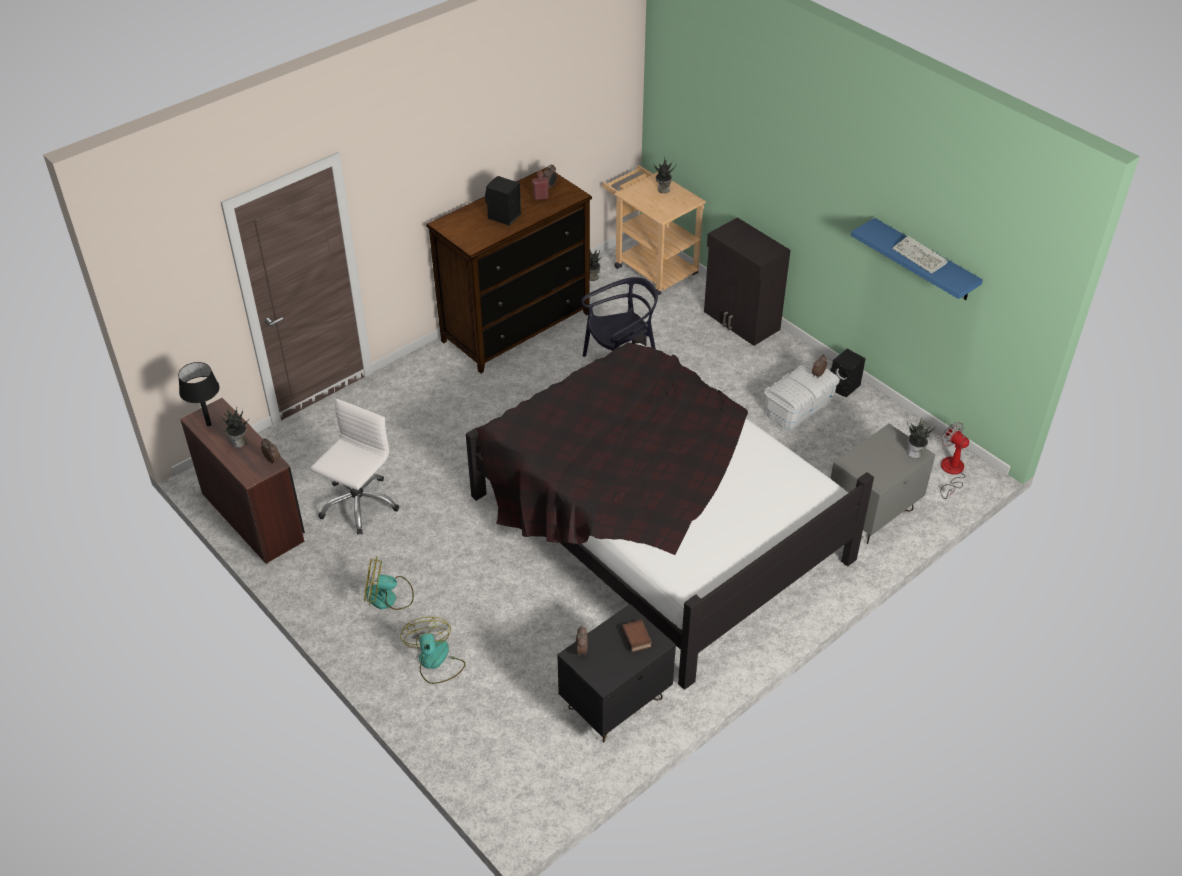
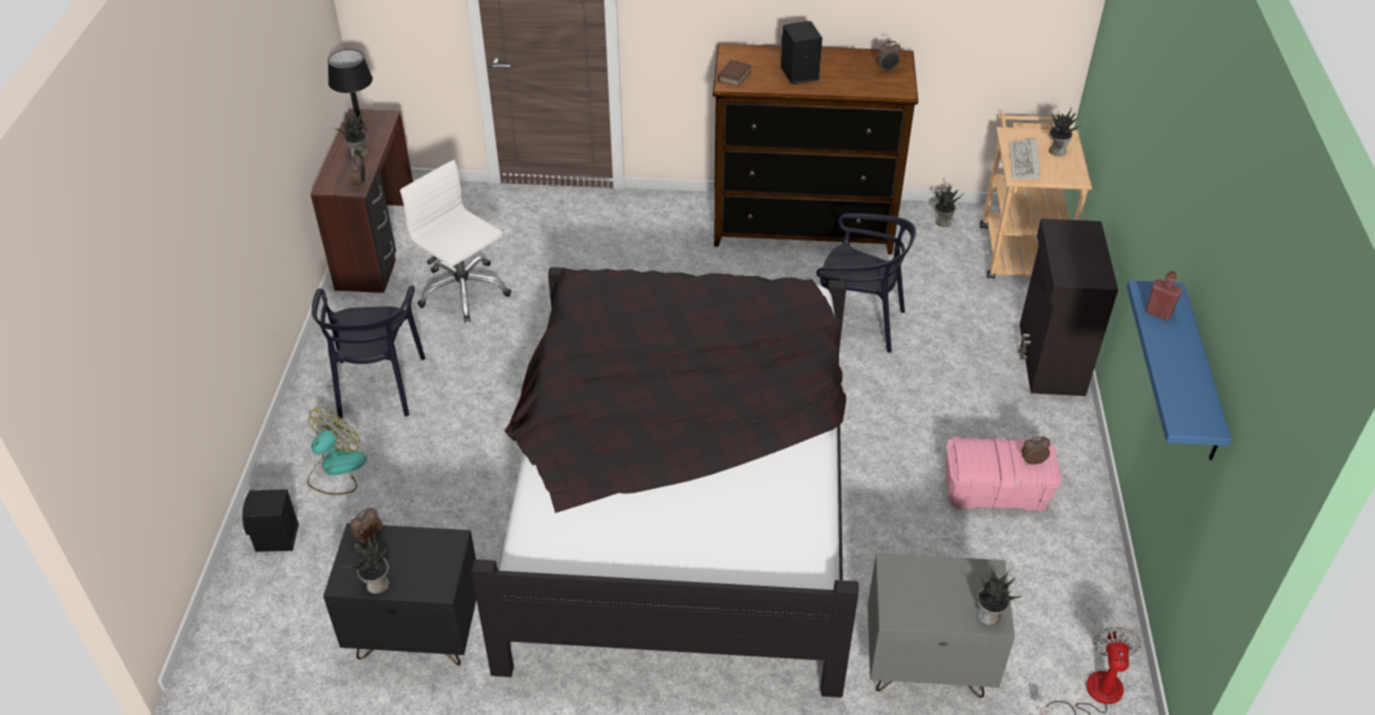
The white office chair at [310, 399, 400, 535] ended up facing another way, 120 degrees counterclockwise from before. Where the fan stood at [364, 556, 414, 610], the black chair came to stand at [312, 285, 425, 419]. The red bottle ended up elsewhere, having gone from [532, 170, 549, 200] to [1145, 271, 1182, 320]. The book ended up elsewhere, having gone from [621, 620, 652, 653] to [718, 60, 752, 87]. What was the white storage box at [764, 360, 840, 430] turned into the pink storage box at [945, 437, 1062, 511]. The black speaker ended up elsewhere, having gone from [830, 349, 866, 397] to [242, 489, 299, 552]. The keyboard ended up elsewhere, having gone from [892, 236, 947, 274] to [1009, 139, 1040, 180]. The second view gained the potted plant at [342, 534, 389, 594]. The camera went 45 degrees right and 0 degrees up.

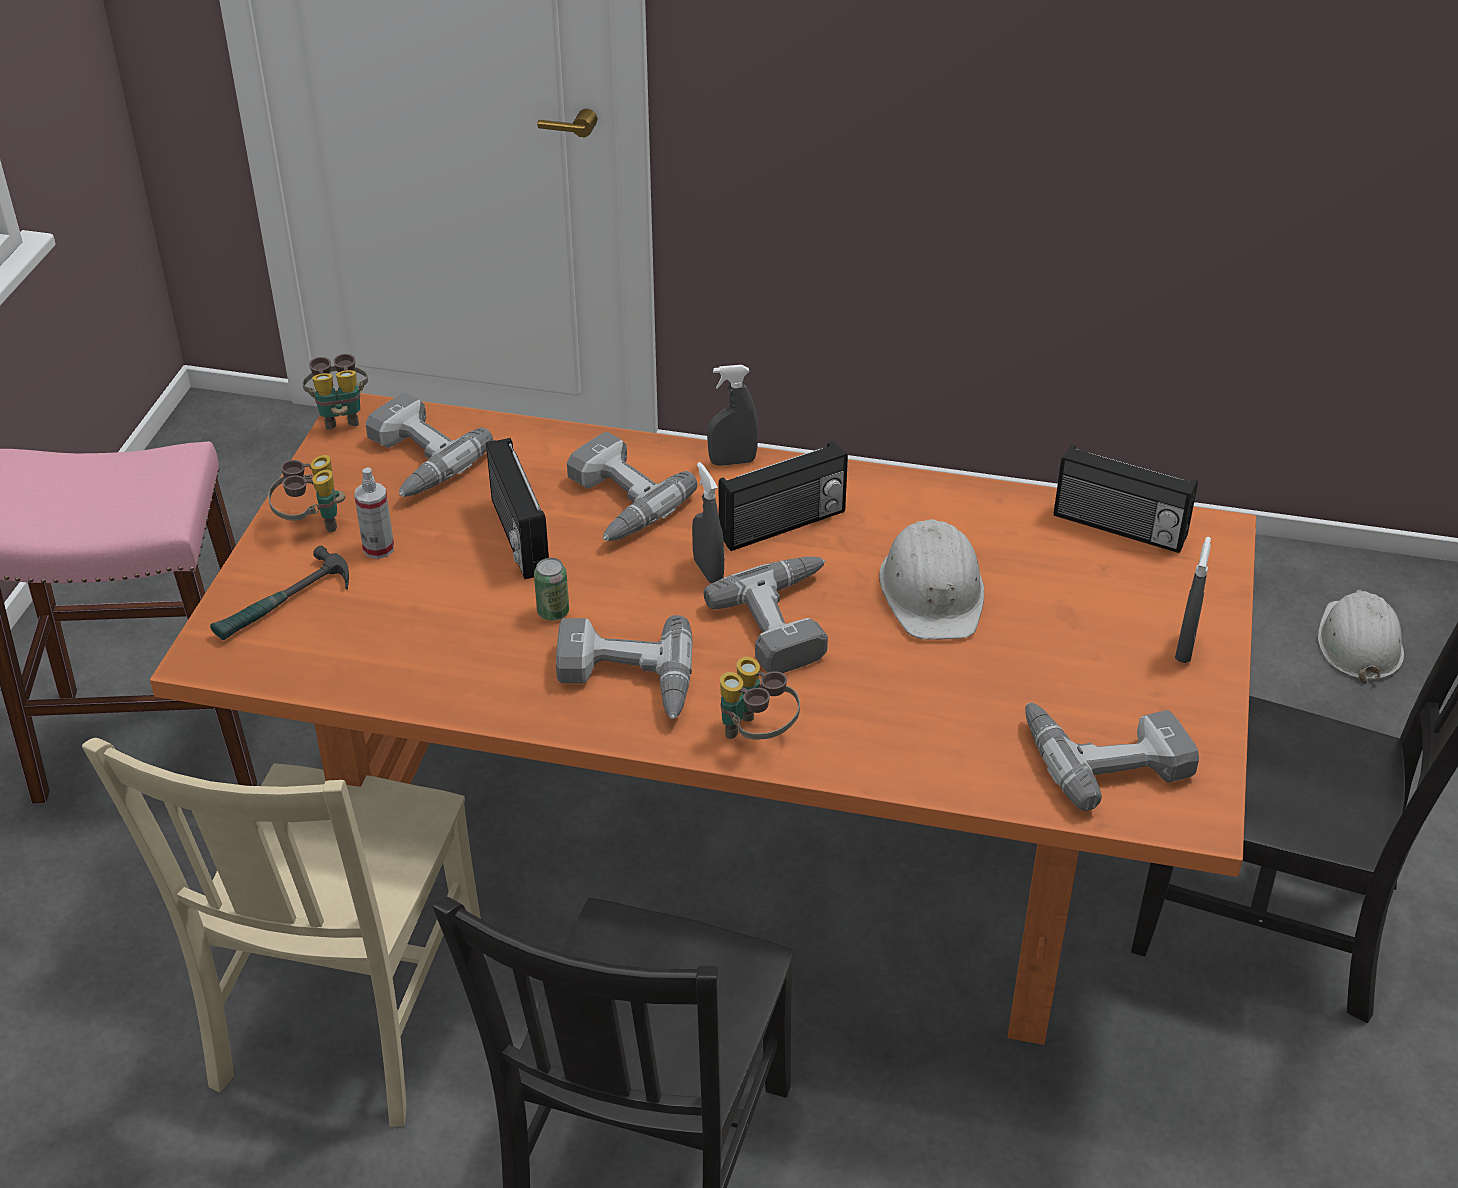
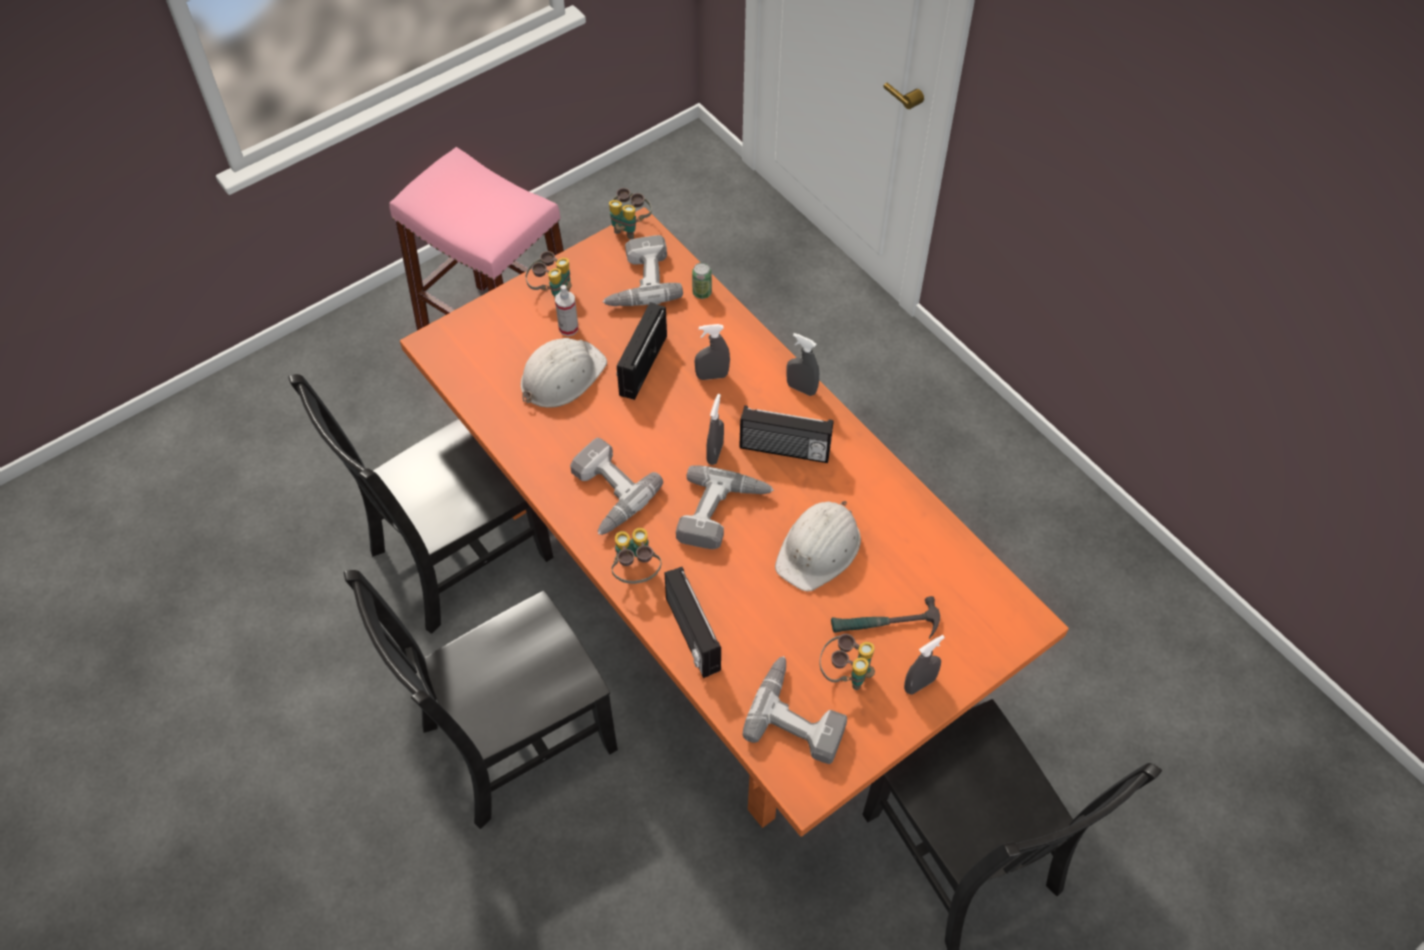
What was the beige chair at [82, 738, 481, 1127] turned into the black chair at [288, 374, 553, 634]. The hammer ended up elsewhere, having gone from [210, 546, 349, 640] to [831, 596, 940, 639]. The can ended up elsewhere, having gone from [534, 558, 569, 621] to [692, 263, 712, 299]. Where the power drill stood at [567, 432, 697, 541], the grey spray bottle came to stand at [695, 324, 730, 380]. The radio ended up elsewhere, having gone from [1054, 444, 1198, 553] to [665, 567, 721, 678]. The white hard hat ended up elsewhere, having gone from [1318, 590, 1404, 684] to [521, 338, 607, 408]. The second view gained the binoculars at [819, 634, 875, 690]. The camera went 40 degrees right and 15 degrees up.

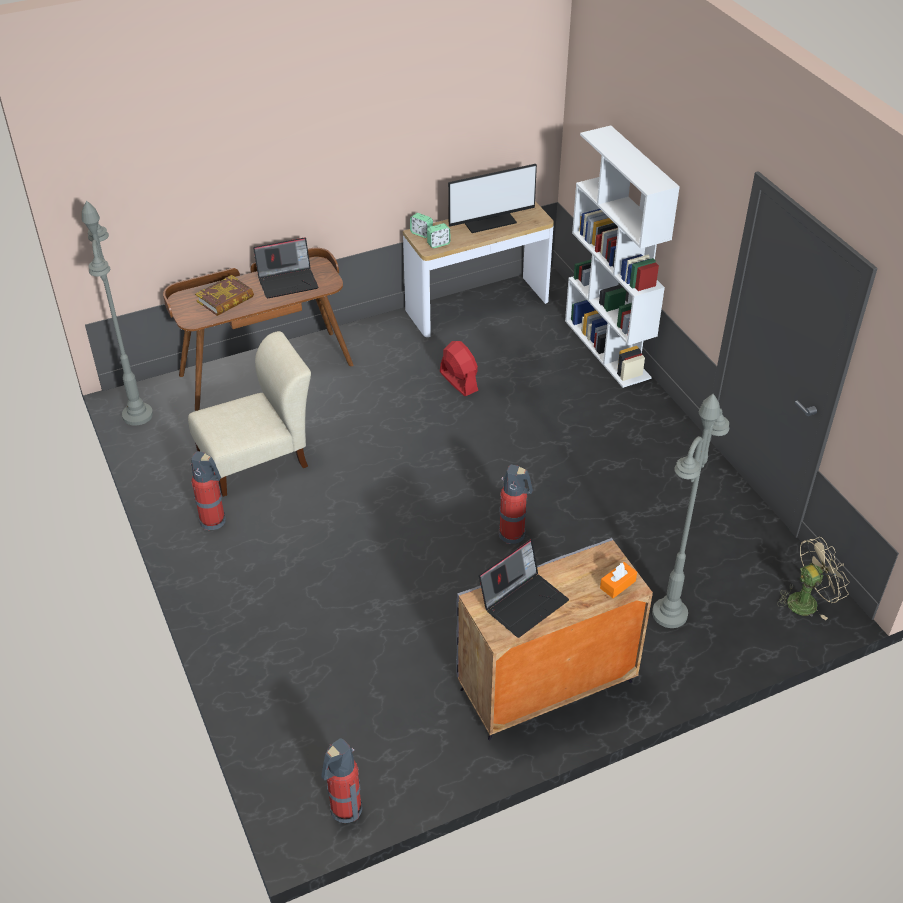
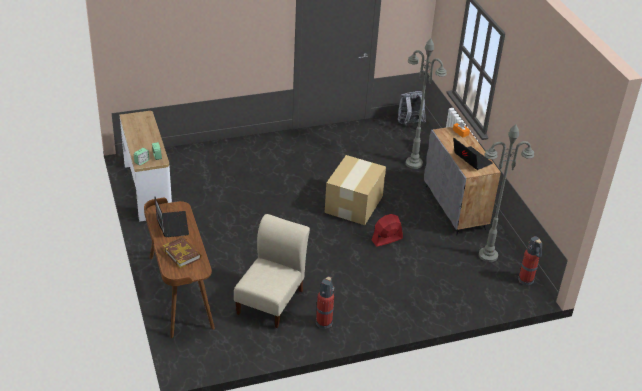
The grey floor lamp ended up elsewhere, having gone from [82, 201, 153, 426] to [479, 124, 534, 262]. The beige chair at [188, 331, 311, 497] ended up facing another way, 45 degrees clockwise from before. The red fan ended up elsewhere, having gone from [440, 341, 478, 396] to [372, 214, 403, 247]. The second view lost the monitor at [448, 164, 537, 233]. Where the fire extinguisher stood at [499, 465, 533, 544], the cardboard box came to stand at [325, 155, 386, 225]. The second view lost the white bookcase at [565, 125, 680, 388]. Where the beige fan stood at [777, 537, 850, 620], the grey backpack came to stand at [398, 91, 426, 125]. The camera went 85 degrees left and 5 degrees down.

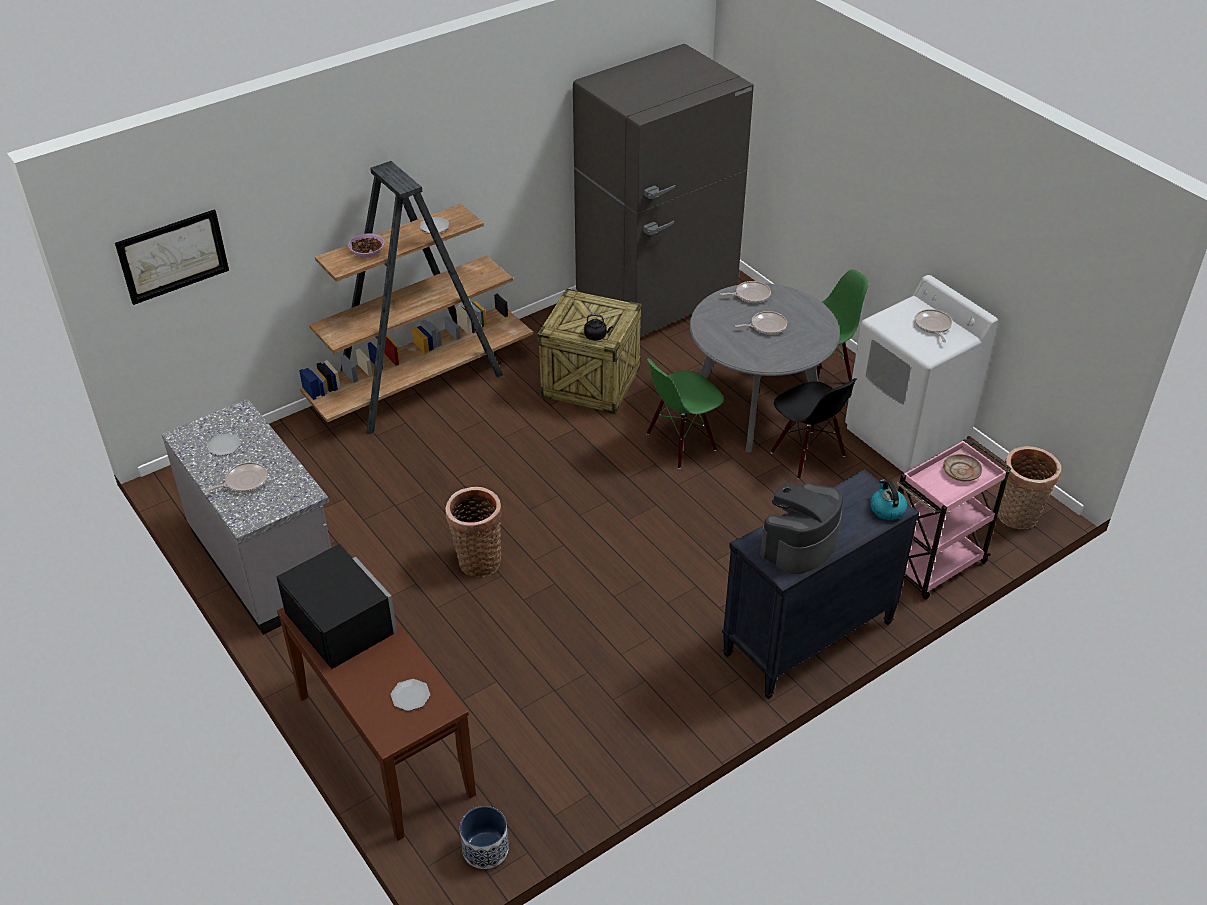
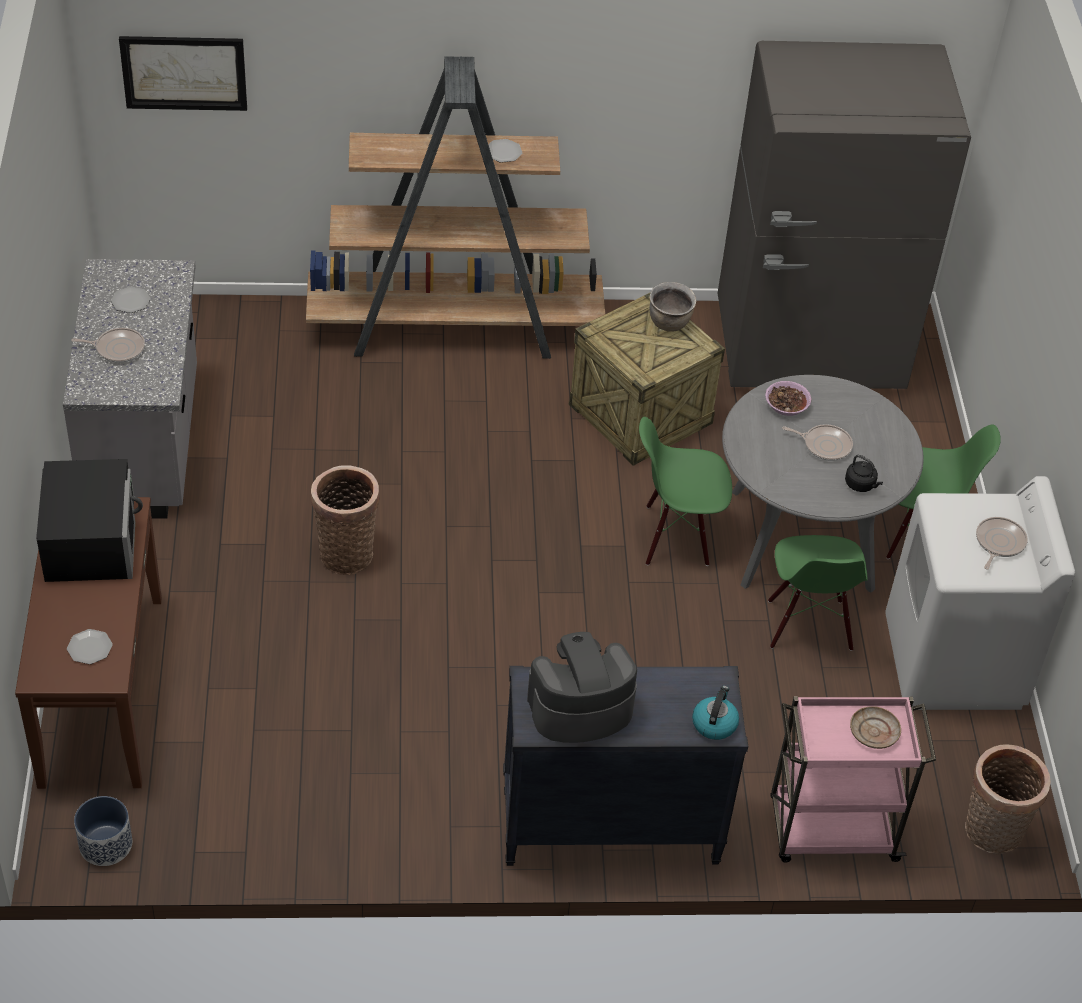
The bowl ended up elsewhere, having gone from [348, 234, 385, 257] to [765, 381, 812, 416]. The black kettle ended up elsewhere, having gone from [584, 314, 613, 341] to [845, 455, 883, 492]. The second view lost the frying pan at [720, 281, 771, 303]. What was the black chair at [771, 378, 857, 479] turned into the green chair at [768, 535, 868, 651]. The second view gained the brown cooking pot at [649, 282, 696, 332]. The camera went 30 degrees right and 5 degrees up.

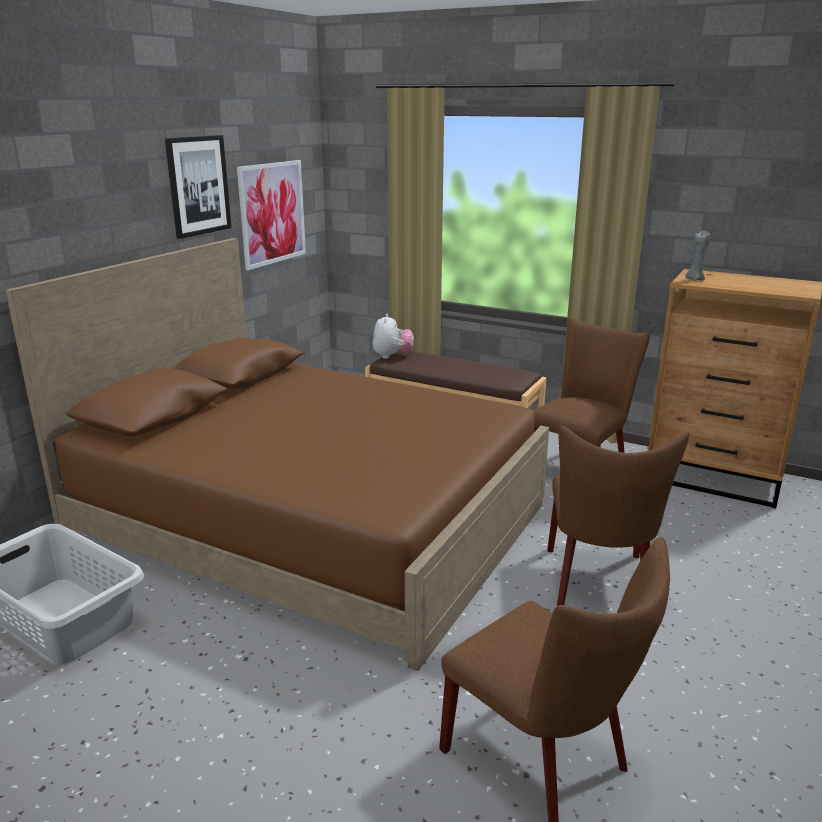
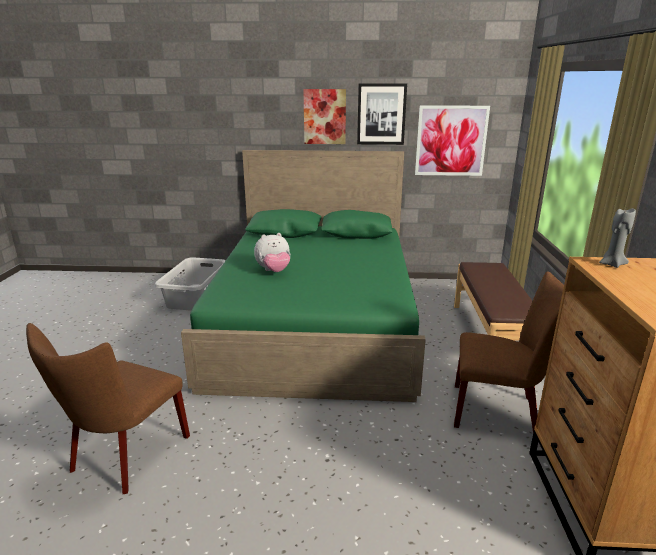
What was the brown bed at [5, 238, 549, 671] turned into the green bed at [181, 150, 426, 402]. The plush toy ended up elsewhere, having gone from [373, 314, 414, 359] to [254, 233, 290, 272]. The second view lost the brown chair at [547, 425, 689, 606]. The second view gained the picture at [303, 89, 346, 144]. The camera went 65 degrees right and 0 degrees up.

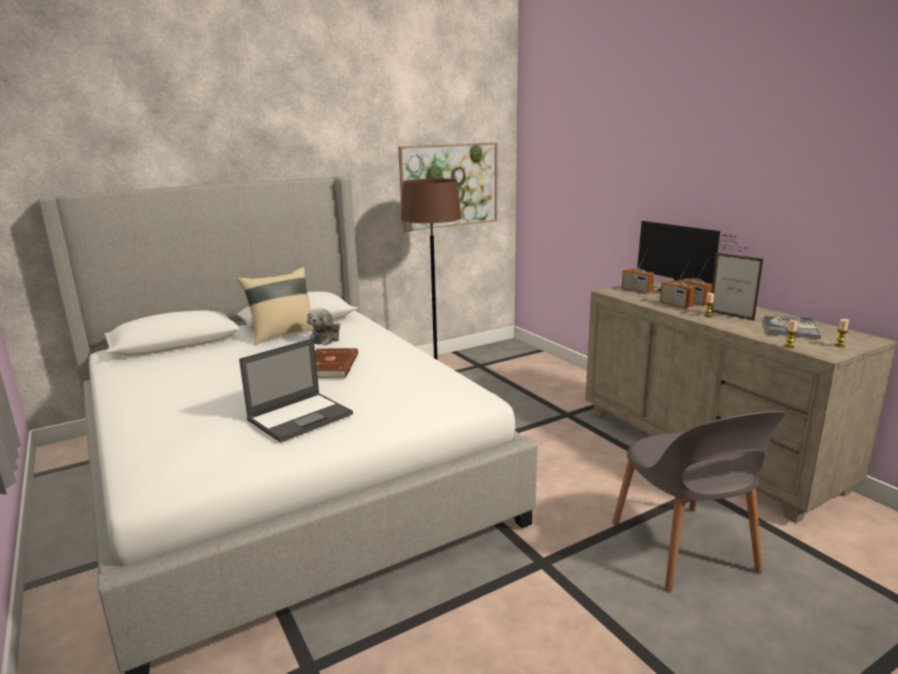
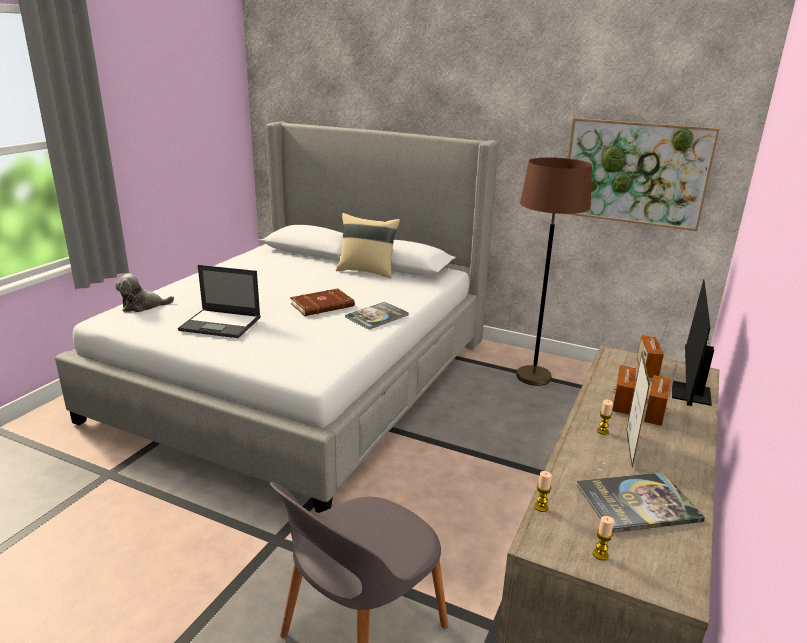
The plush toy ended up elsewhere, having gone from [307, 308, 340, 345] to [115, 274, 174, 312]. The second view gained the book at [345, 302, 409, 329]. The camera went 55 degrees right and 5 degrees up.

